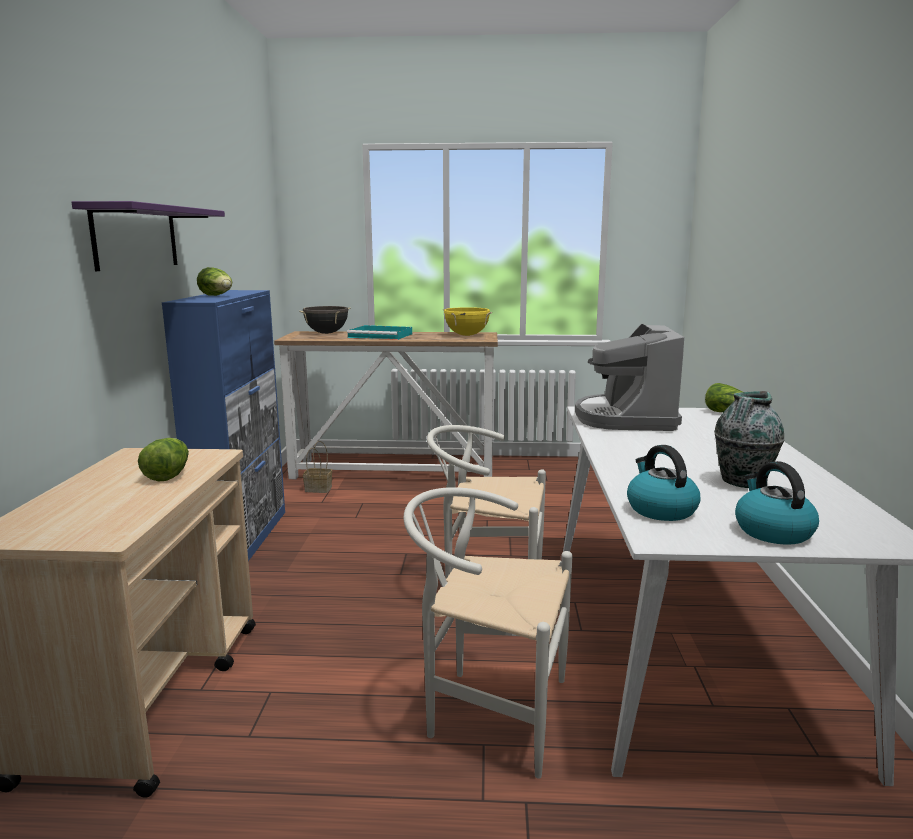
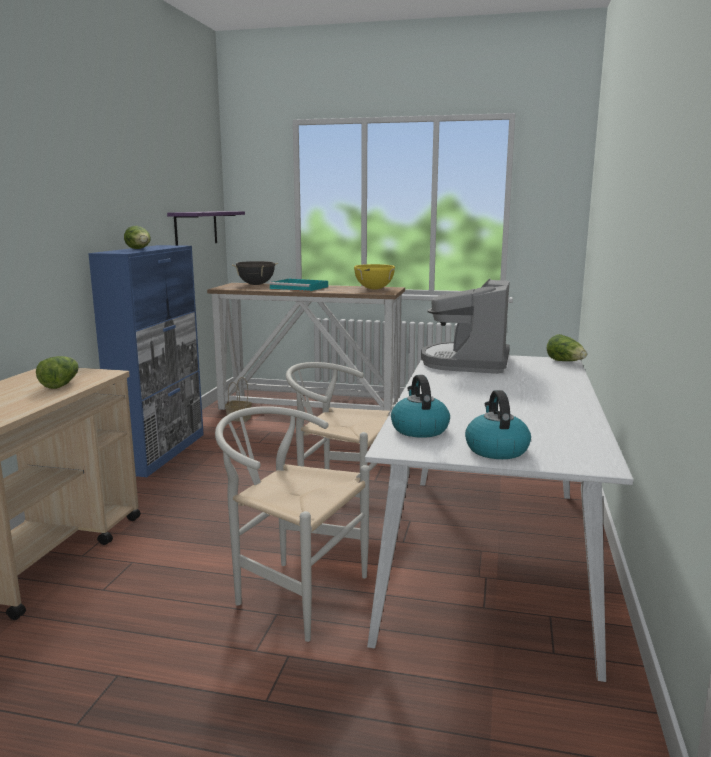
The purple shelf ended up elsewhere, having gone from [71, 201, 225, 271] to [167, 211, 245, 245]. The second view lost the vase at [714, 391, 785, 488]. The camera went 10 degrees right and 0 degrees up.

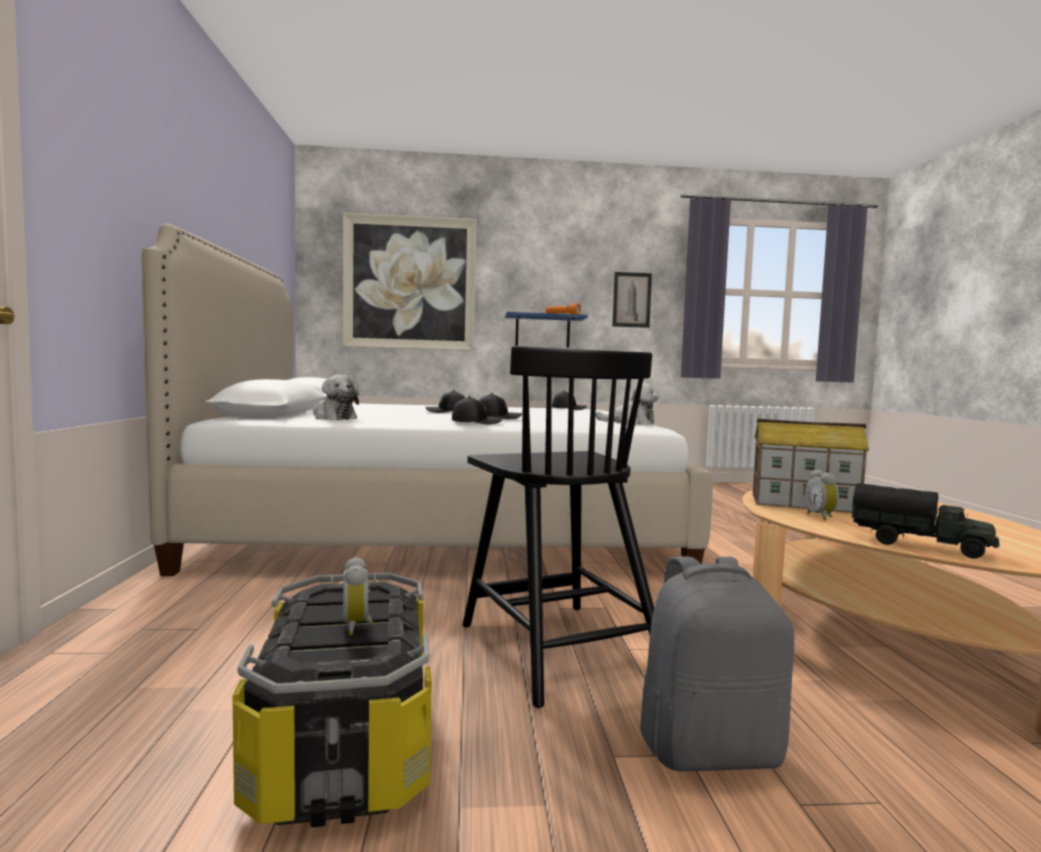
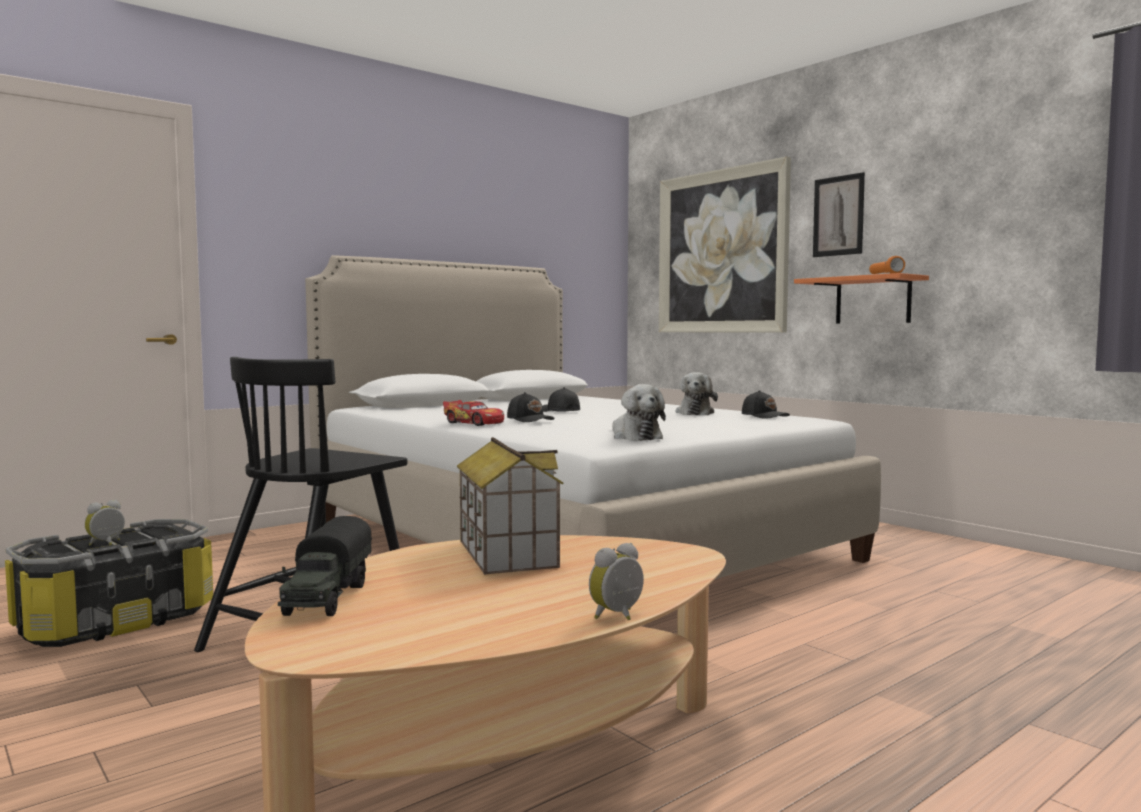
The plush toy ended up elsewhere, having gone from [313, 374, 359, 420] to [675, 372, 718, 415]. Where the black cap stood at [452, 396, 503, 424], the toy car came to stand at [443, 400, 504, 426]. What was the blue shelf at [505, 312, 588, 347] turned into the orange shelf at [794, 273, 929, 323]. The picture ended up elsewhere, having gone from [612, 272, 652, 328] to [813, 172, 865, 257]. The second view lost the grey backpack at [640, 556, 794, 772]. The alarm clock ended up elsewhere, having gone from [805, 469, 839, 520] to [589, 543, 644, 620]. The camera went 55 degrees right and 0 degrees up.

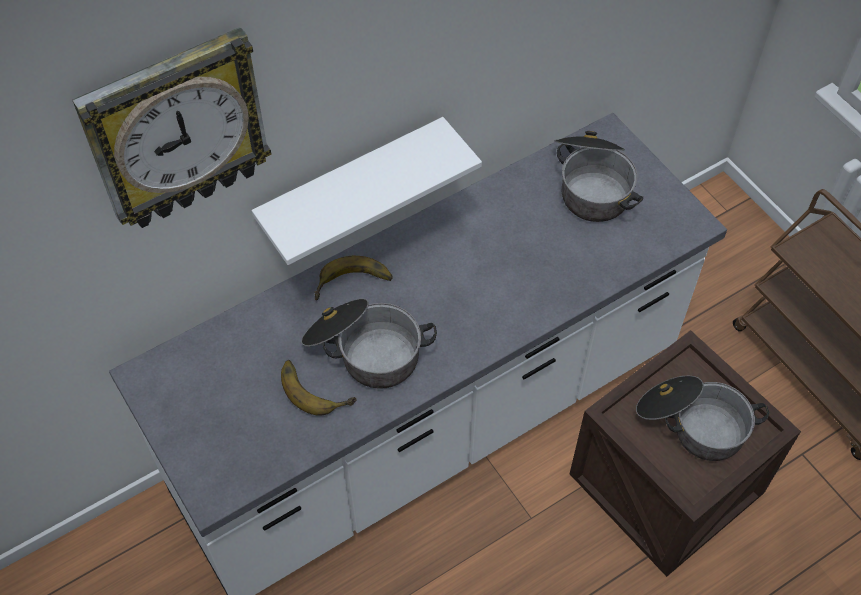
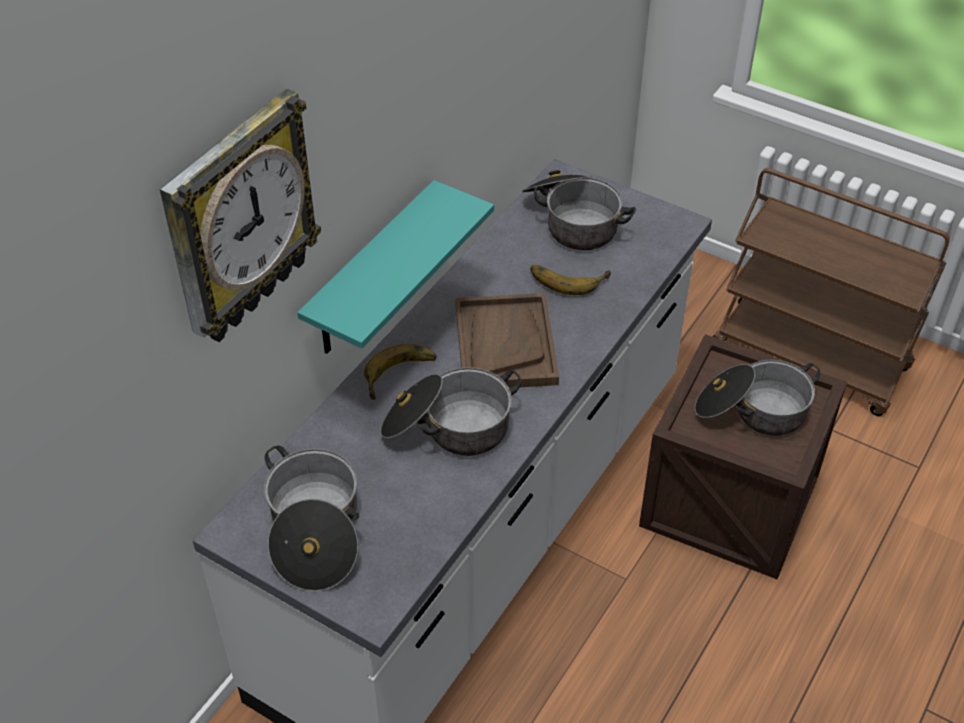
What was the white shelf at [252, 117, 482, 265] turned into the turquoise shelf at [297, 180, 494, 354]. The banana ended up elsewhere, having gone from [281, 360, 357, 416] to [530, 265, 611, 295]. The second view gained the cooking pot at [264, 445, 359, 591]. The second view gained the brown tray at [455, 293, 559, 388]. The camera went 25 degrees left and 10 degrees down.

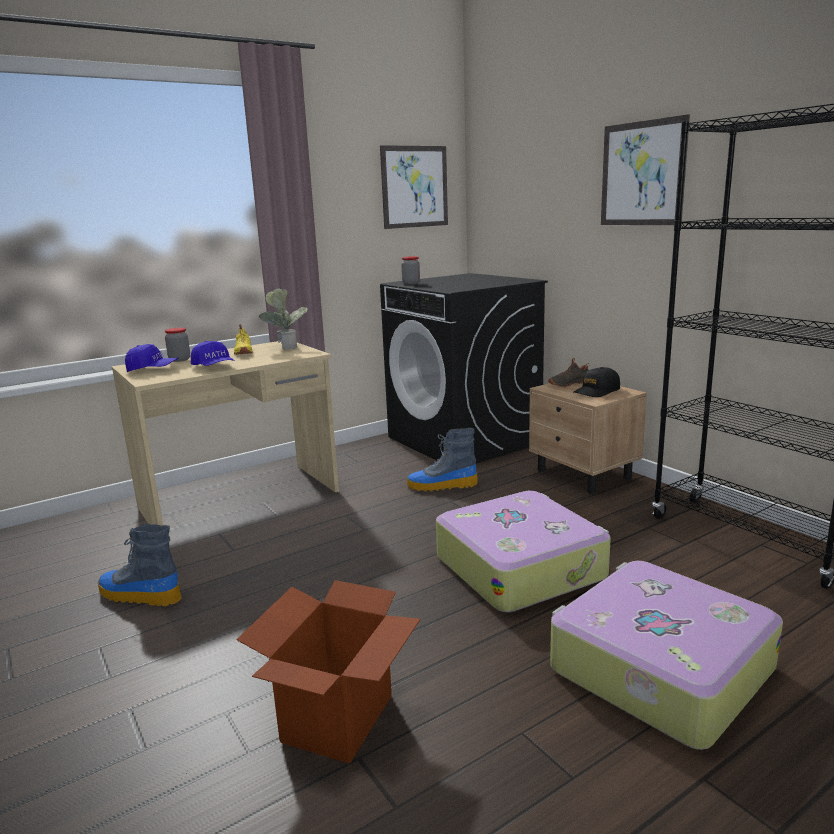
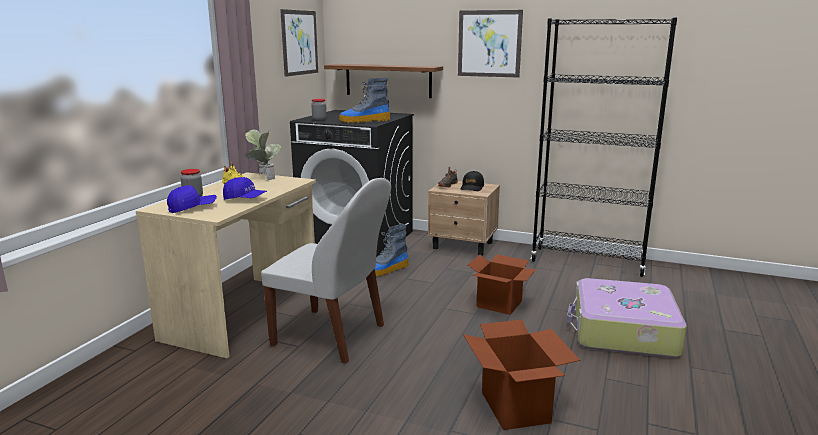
The boot ended up elsewhere, having gone from [98, 524, 182, 606] to [339, 78, 390, 123]. Where the suitcase stood at [436, 491, 611, 612], the cardboard box came to stand at [468, 254, 537, 315]. The second view gained the white chair at [261, 178, 391, 364]. The second view gained the shelf at [324, 64, 443, 98]. The camera went 35 degrees left and 0 degrees up.

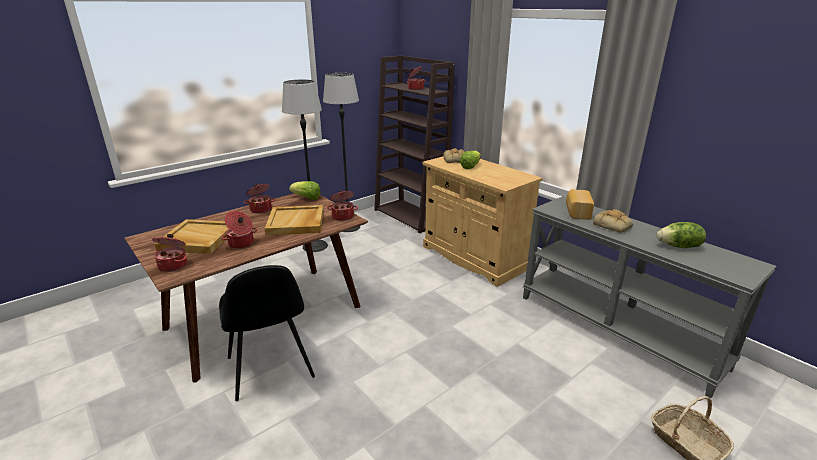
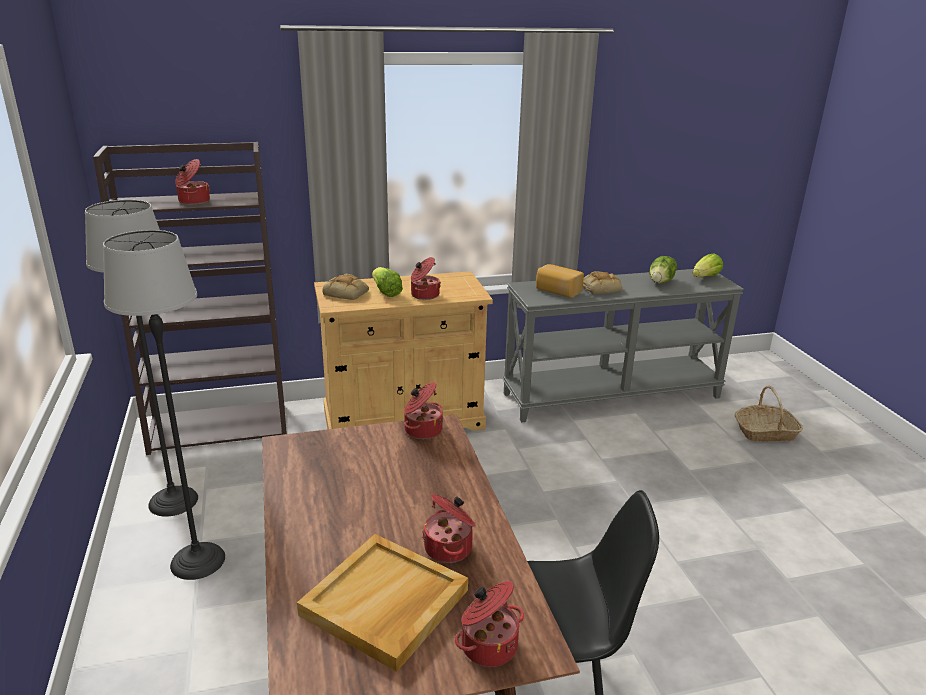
The cooking pot ended up elsewhere, having gone from [244, 184, 276, 214] to [411, 257, 441, 300]. The second view lost the beige tray at [264, 205, 324, 235]. The lettuce ended up elsewhere, having gone from [289, 181, 321, 200] to [693, 253, 723, 277]. The camera went 65 degrees left and 0 degrees up.

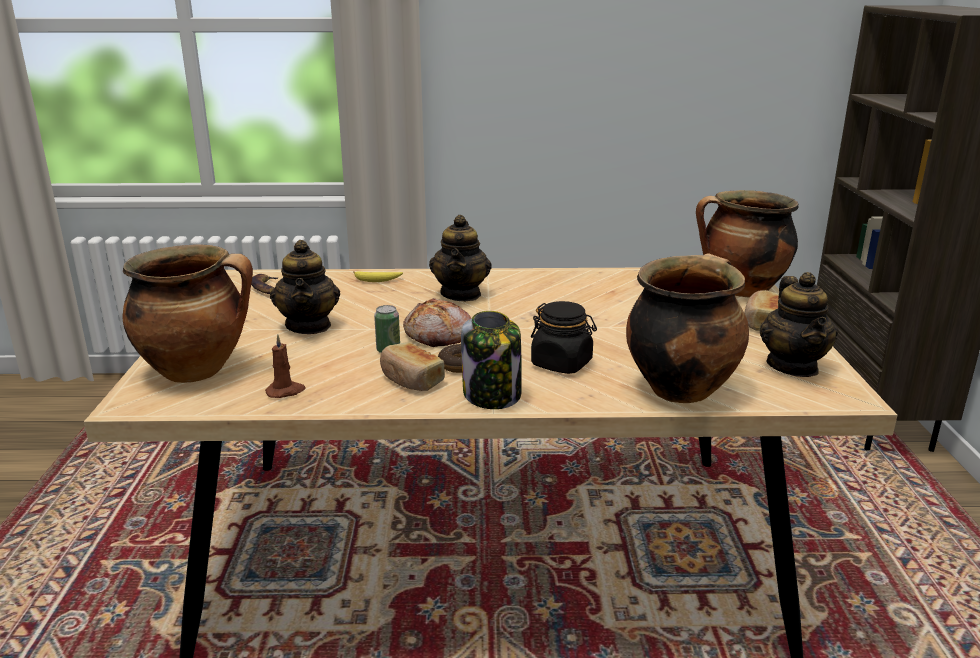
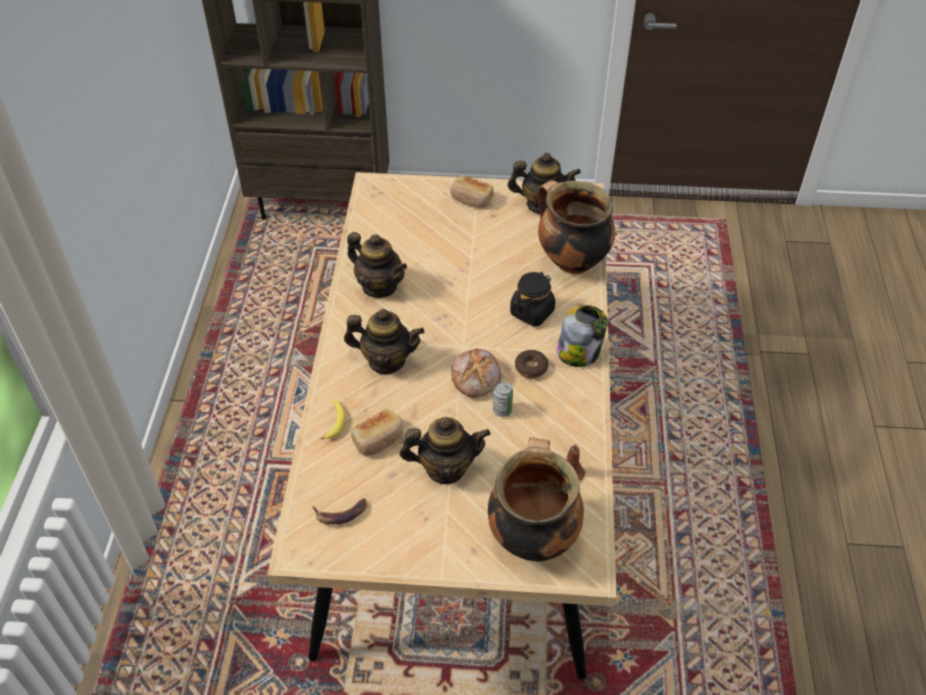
The bread ended up elsewhere, having gone from [380, 342, 445, 391] to [351, 408, 403, 456]. The second view lost the cooking pot at [696, 190, 799, 297]. The second view gained the teapot at [347, 232, 407, 298]. The camera went 85 degrees left and 25 degrees up.

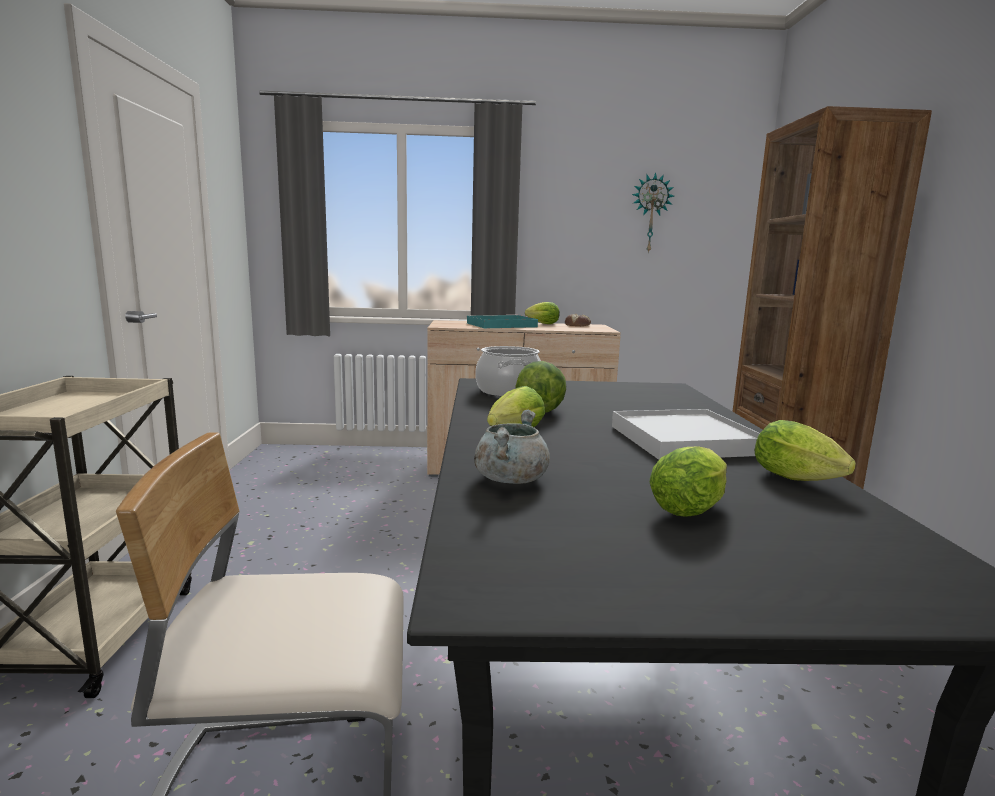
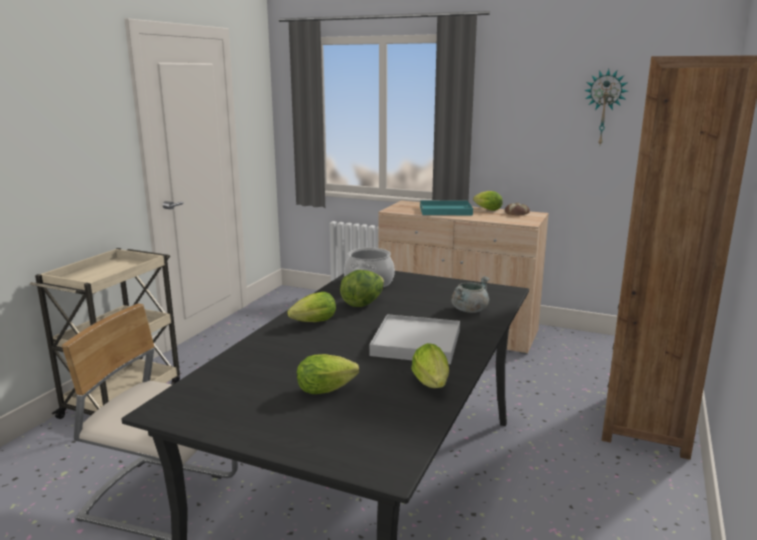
The grey cooking pot ended up elsewhere, having gone from [474, 410, 550, 484] to [451, 276, 490, 313]. The camera went 25 degrees right and 5 degrees up.

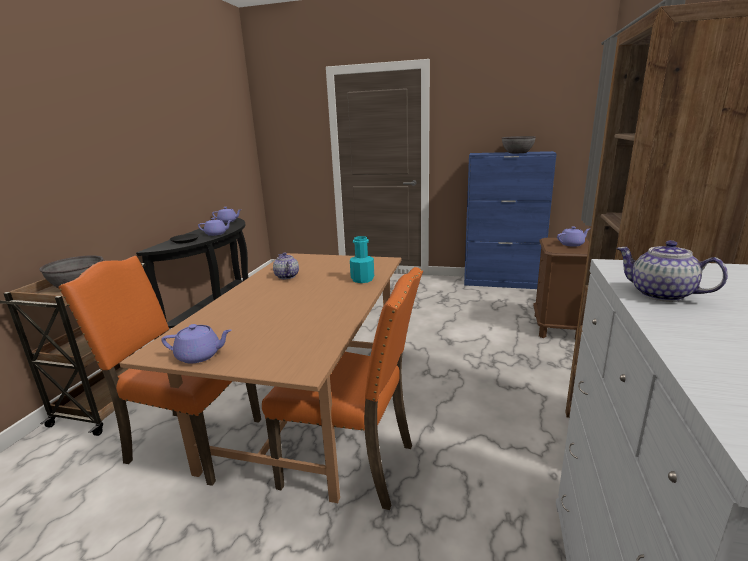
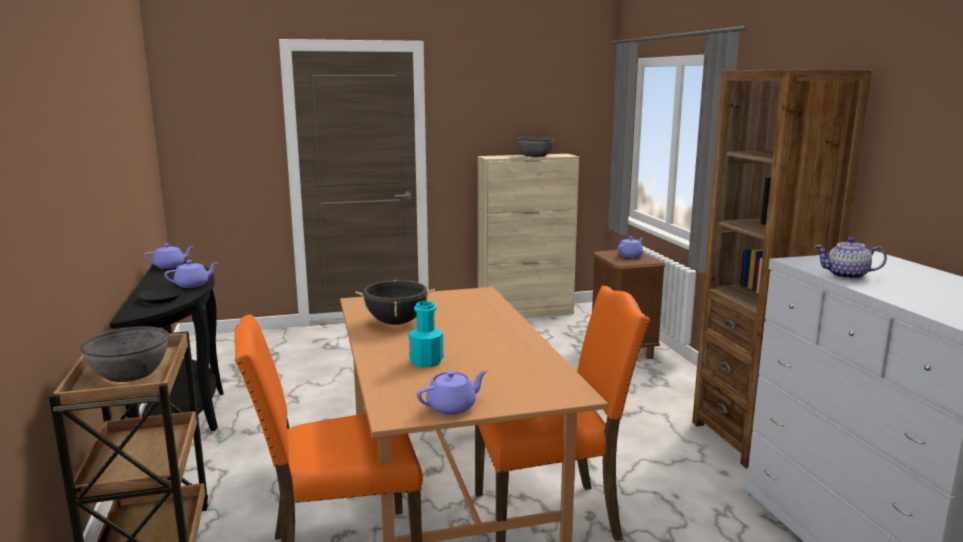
Where the teapot stood at [273, 253, 299, 279], the black cooking pot came to stand at [355, 280, 435, 325]. The turquoise bottle ended up elsewhere, having gone from [350, 236, 374, 283] to [409, 301, 443, 367]. What was the blue cabinet at [464, 151, 557, 289] turned into the beige cabinet at [478, 154, 579, 318]. The camera went 30 degrees left and 5 degrees down.

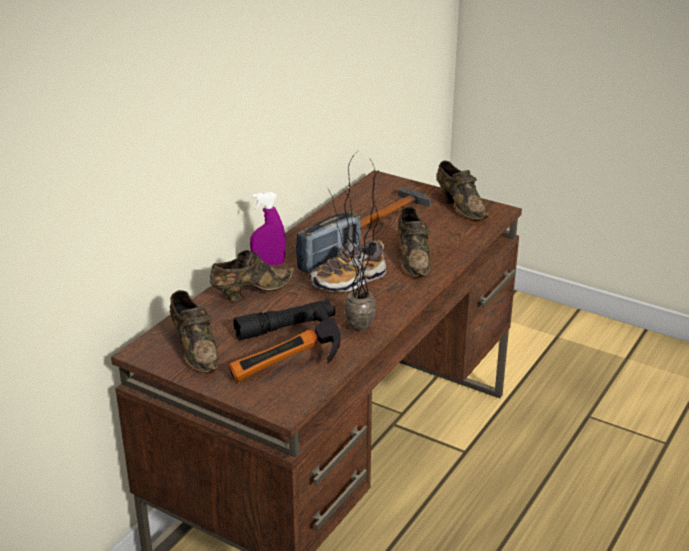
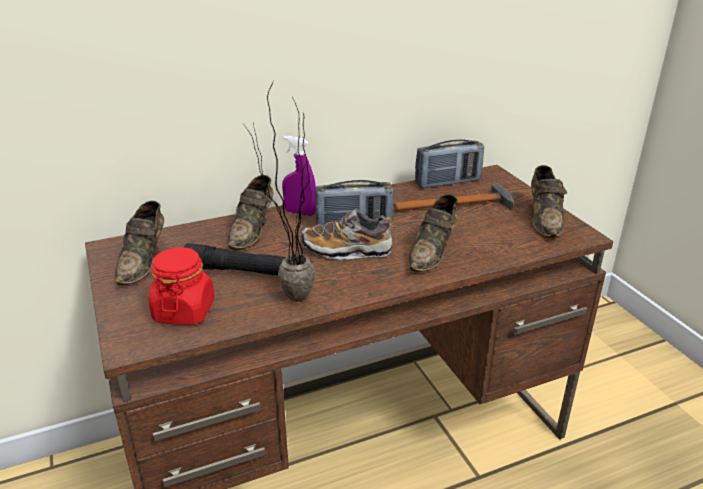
The brown shoe at [210, 250, 295, 302] ended up facing another way, 105 degrees clockwise from before. Where the hammer stood at [229, 307, 341, 382], the red jar came to stand at [148, 247, 215, 325]. The second view gained the radio at [415, 139, 484, 188]. The camera went 35 degrees right and 0 degrees up.

